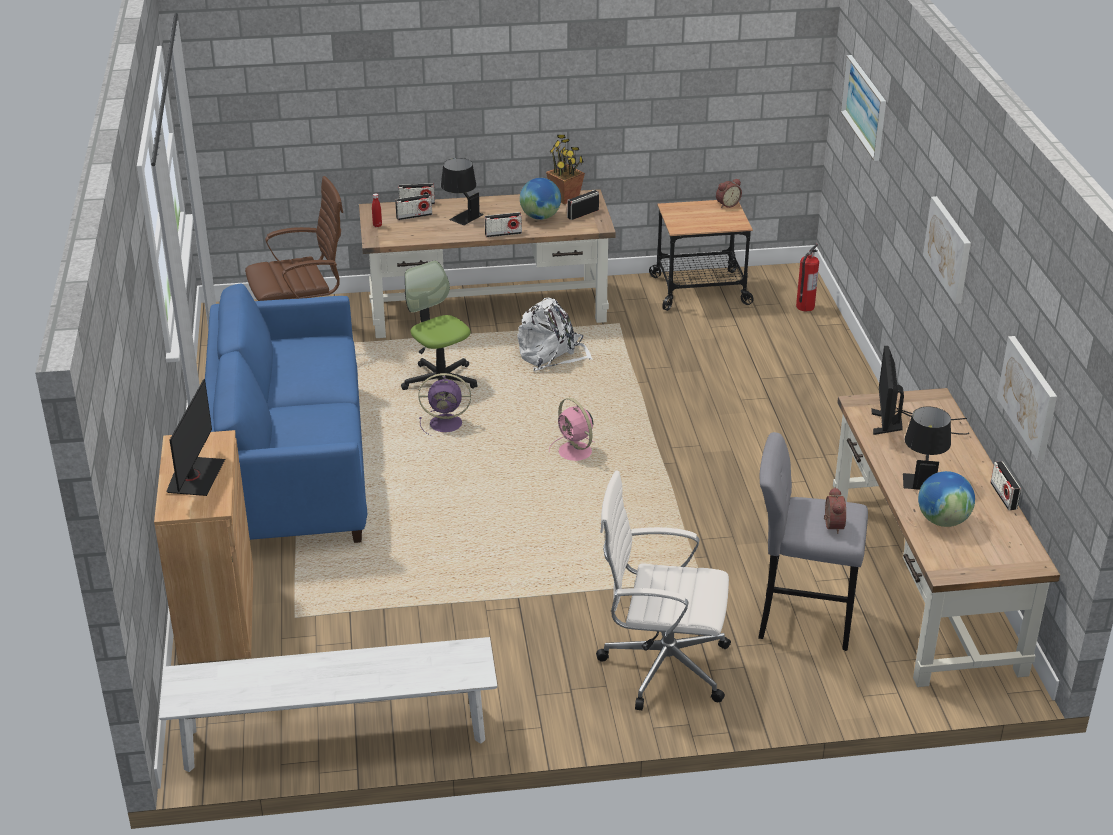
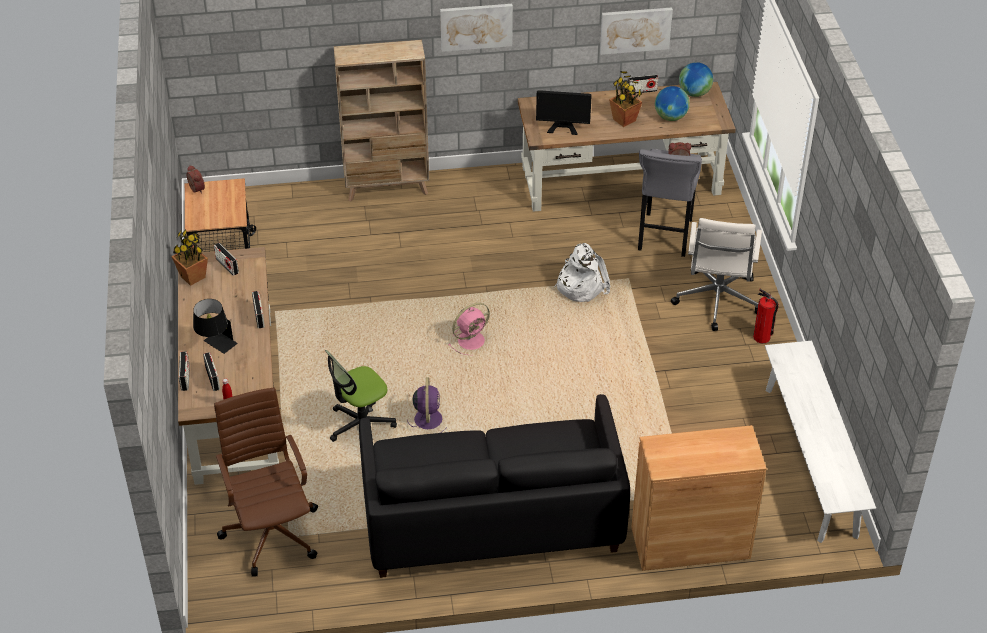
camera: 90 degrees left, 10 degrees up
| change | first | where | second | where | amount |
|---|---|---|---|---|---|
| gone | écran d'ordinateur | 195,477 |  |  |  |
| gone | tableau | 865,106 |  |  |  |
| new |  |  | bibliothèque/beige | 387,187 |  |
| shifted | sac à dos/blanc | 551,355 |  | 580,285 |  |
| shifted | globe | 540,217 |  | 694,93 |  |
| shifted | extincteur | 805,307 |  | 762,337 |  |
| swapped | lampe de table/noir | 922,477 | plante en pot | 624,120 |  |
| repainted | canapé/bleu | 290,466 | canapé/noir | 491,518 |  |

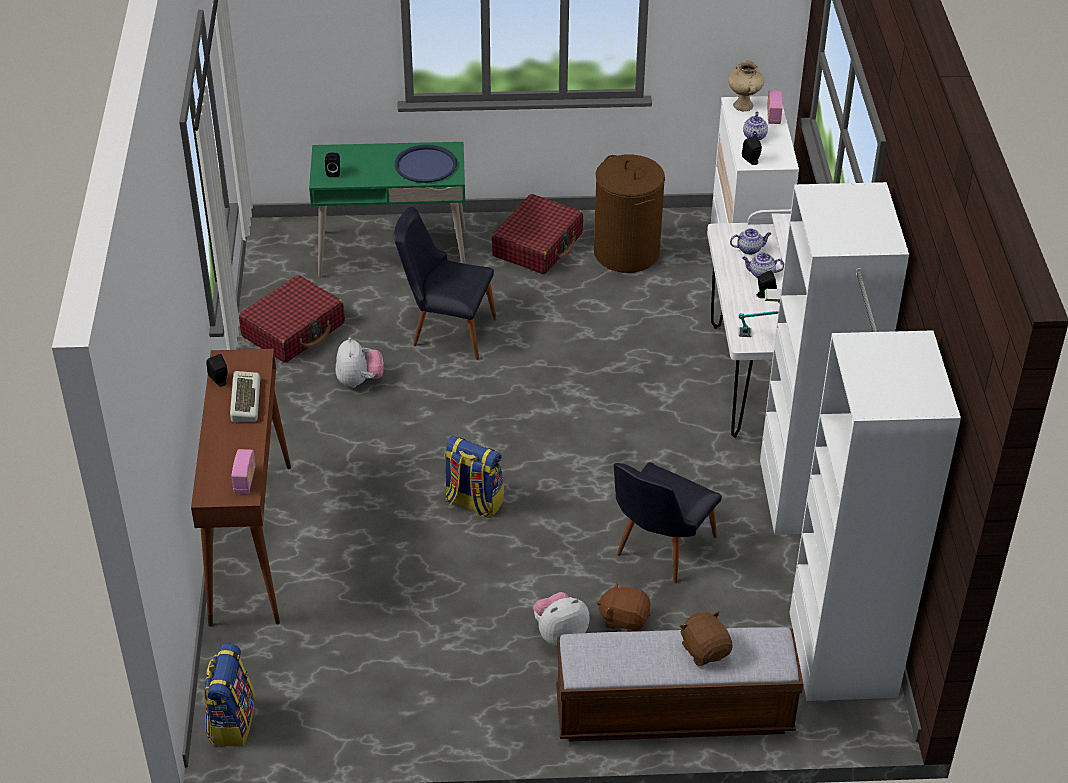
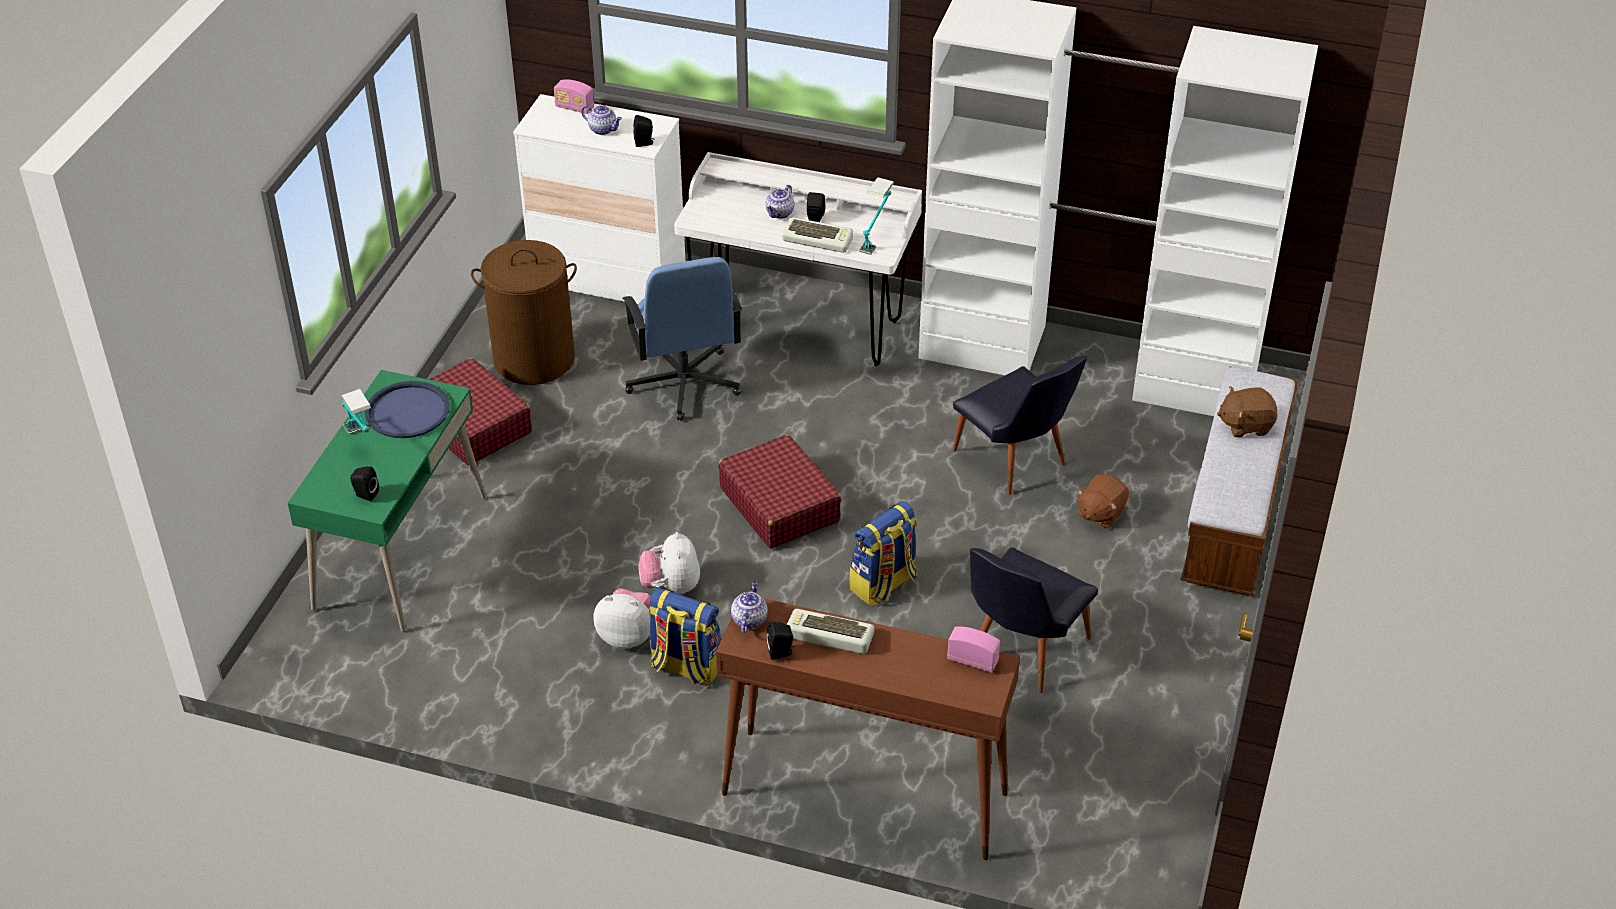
camera: 70 degrees left, 0 degrees up
| change | first | where | second | where | amount |
|---|---|---|---|---|---|
| gone | vase/beige | 744,106 |  |  |  |
| new |  |  | lampe de table | 361,442 |  |
| new |  |  | chaise de bureau/bleu | 683,384 |  |
| new |  |  | clavier | 818,239 |  |
| shifted | sac à dos | 231,721 |  | 685,667 |  |
| shifted | valise/rouge | 293,330 |  | 779,504 |  |
| shifted | chaise/noir | 446,330 |  | 1021,653 |  |
| shifted | peluche | 560,634 |  | 671,586 |  |
| shifted | théière | 749,249 |  | 749,619 |  |

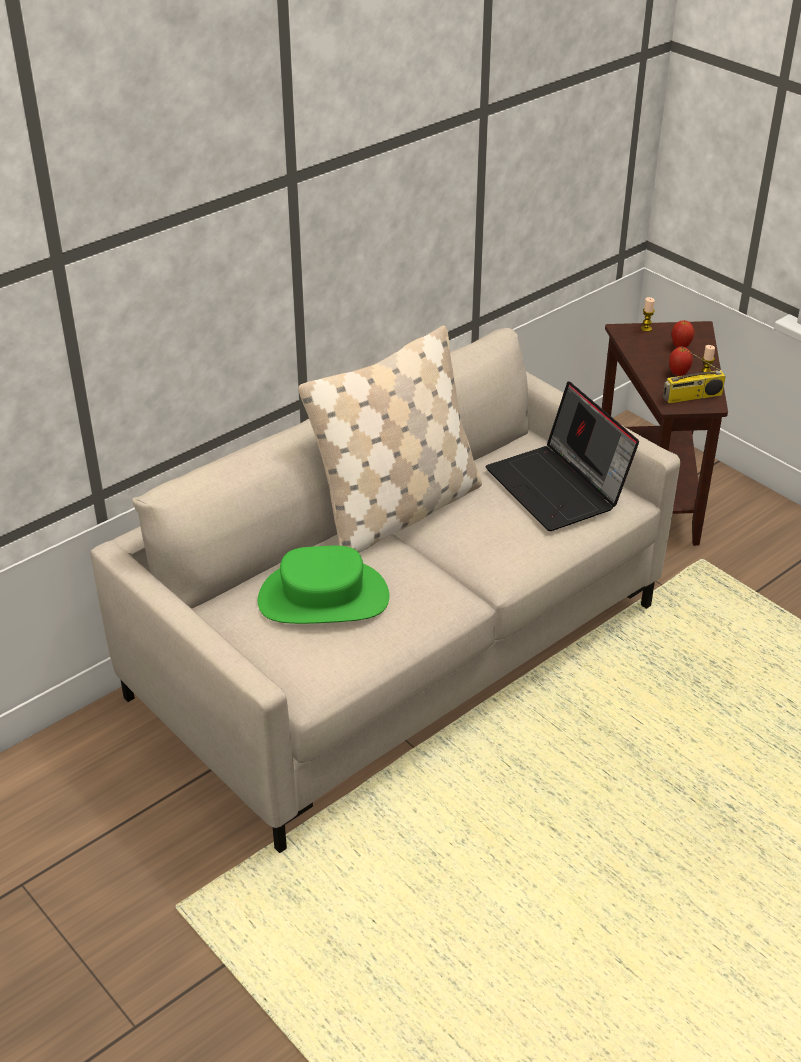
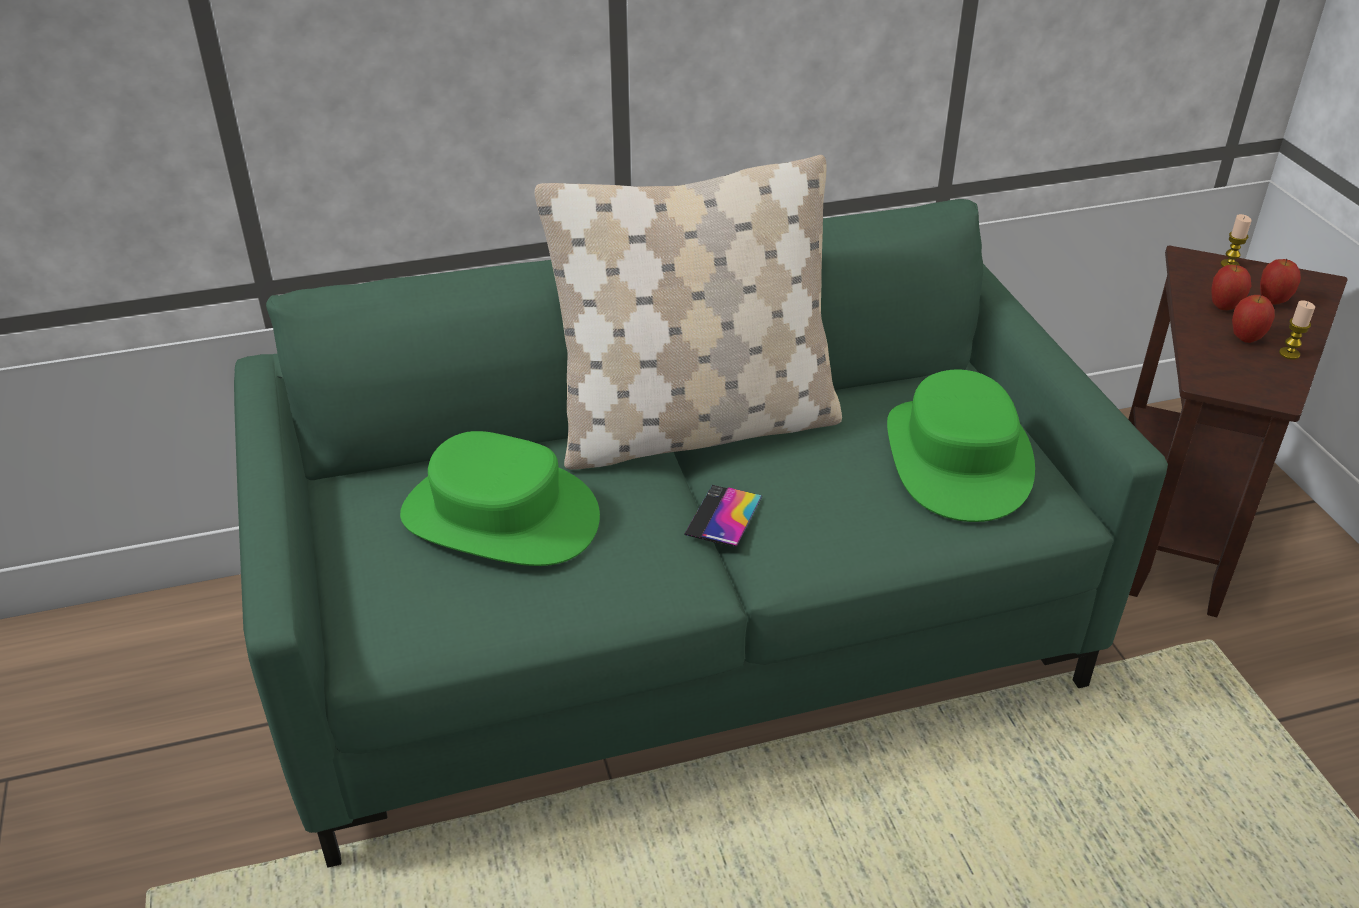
camera: 25 degrees right, 0 degrees up
| change | first | where | second | where | amount |
|---|---|---|---|---|---|
| gone | radio | 692,397 |  |  |  |
| new |  |  | téléphone | 723,516 |  |
| new |  |  | pomme | 1224,307 |  |
| swapped | ordinateur portable | 559,488 | chapeau/vert | 957,458 |  |
| repainted | canapé/beige | 400,651 | canapé/vert | 680,632 |  |

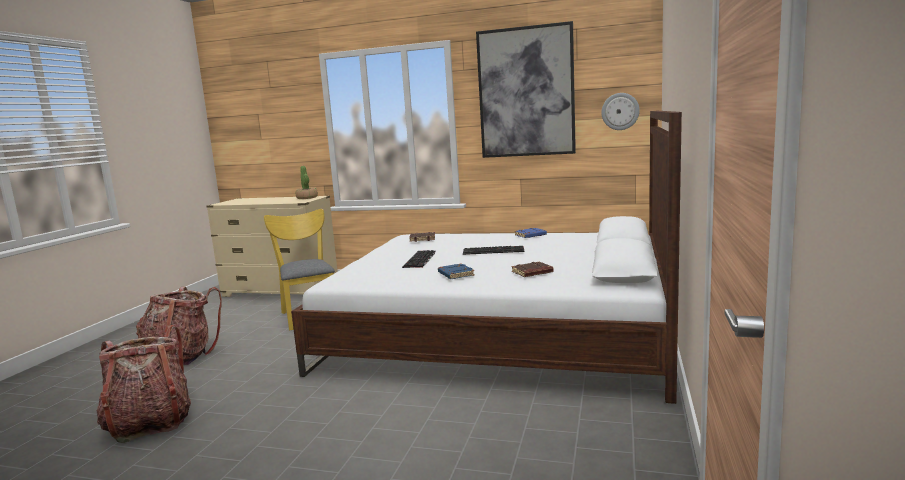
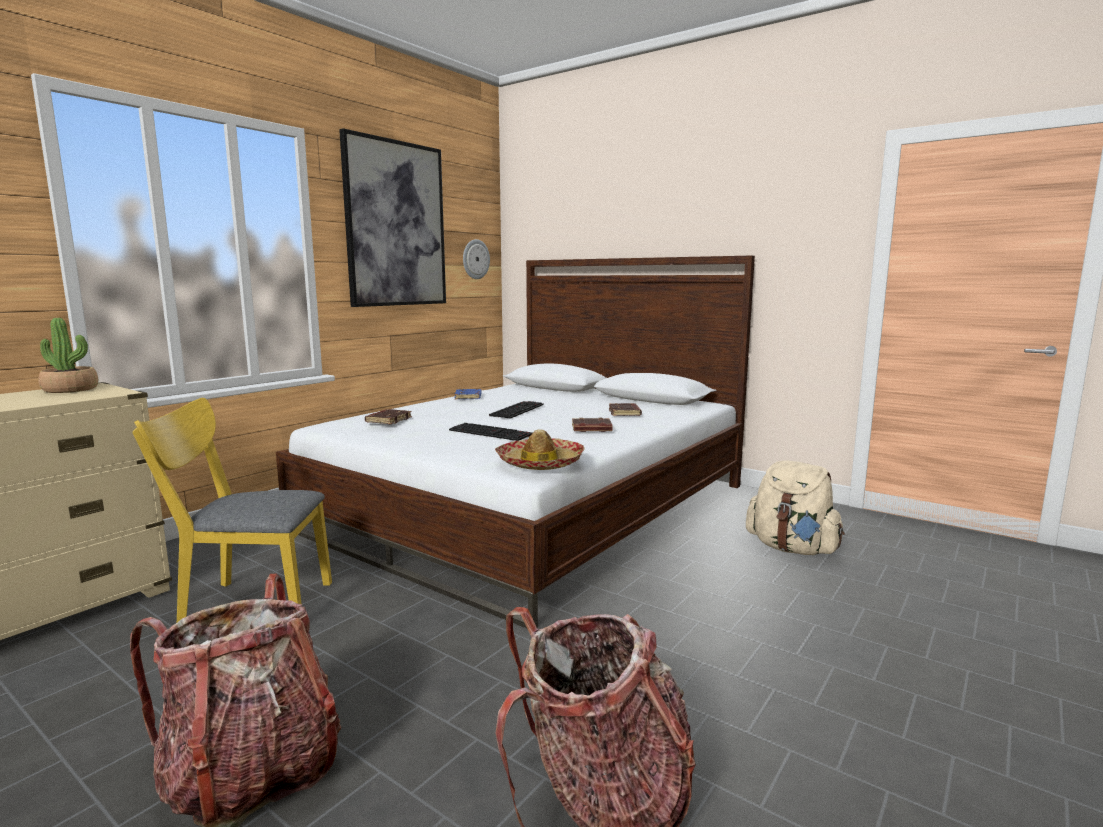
camera: 70 degrees left, 0 degrees up
| change | first | where | second | where | amount |
|---|---|---|---|---|---|
| new |  |  | chapeau | 540,463 |  |
| new |  |  | sac à dos/beige | 792,548 |  |
| repainted | livre/bleu | 455,274 | livre/marron | 591,429 |  |

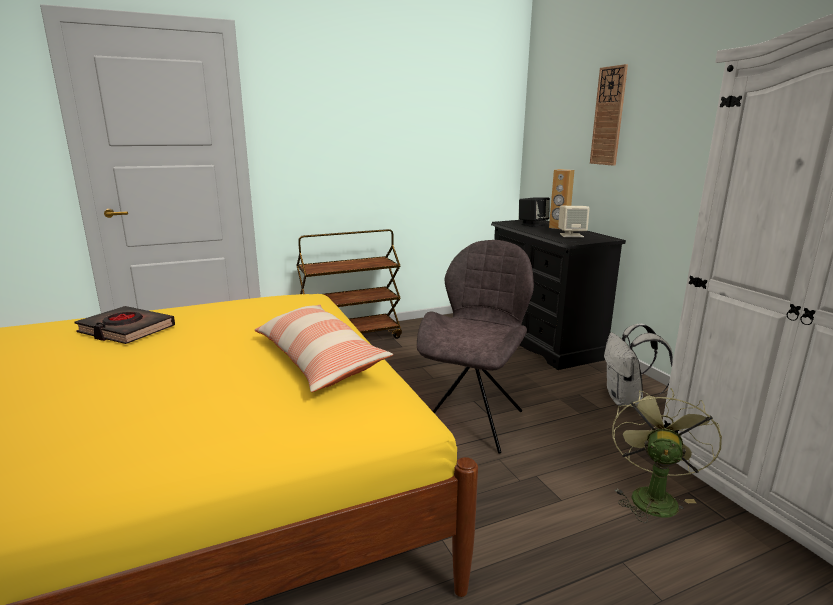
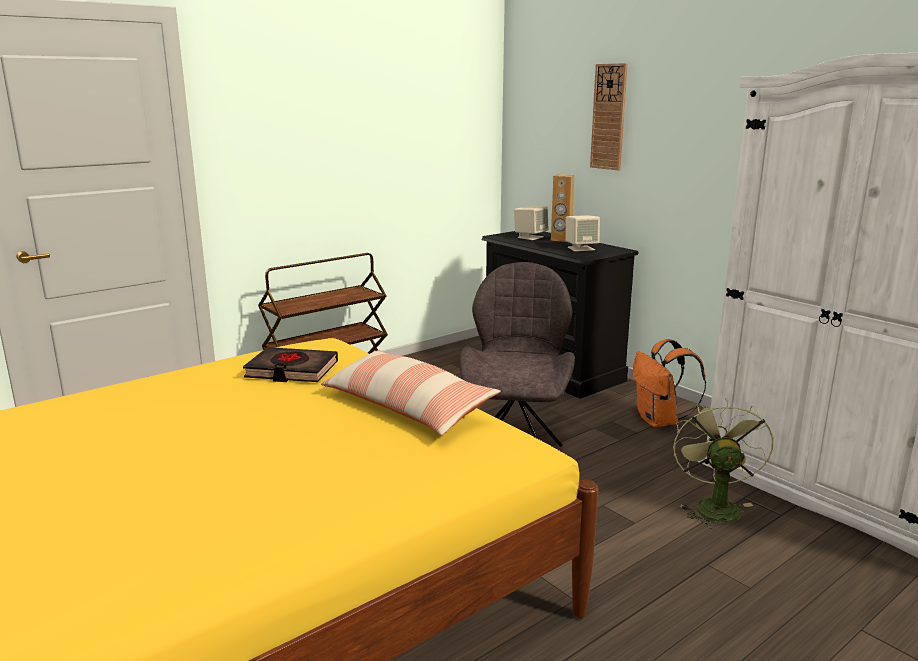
camera: 15 degrees left, 0 degrees up
| change | first | where | second | where | amount |
|---|---|---|---|---|---|
| shifted | livre/noir | 126,330 |  | 292,371 |  |
| repainted | enceinte/noir | 532,224 | enceinte/beige | 530,237 |  |
| repainted | sac à dos/blanc | 626,400 | sac à dos/orange | 660,421 |  |

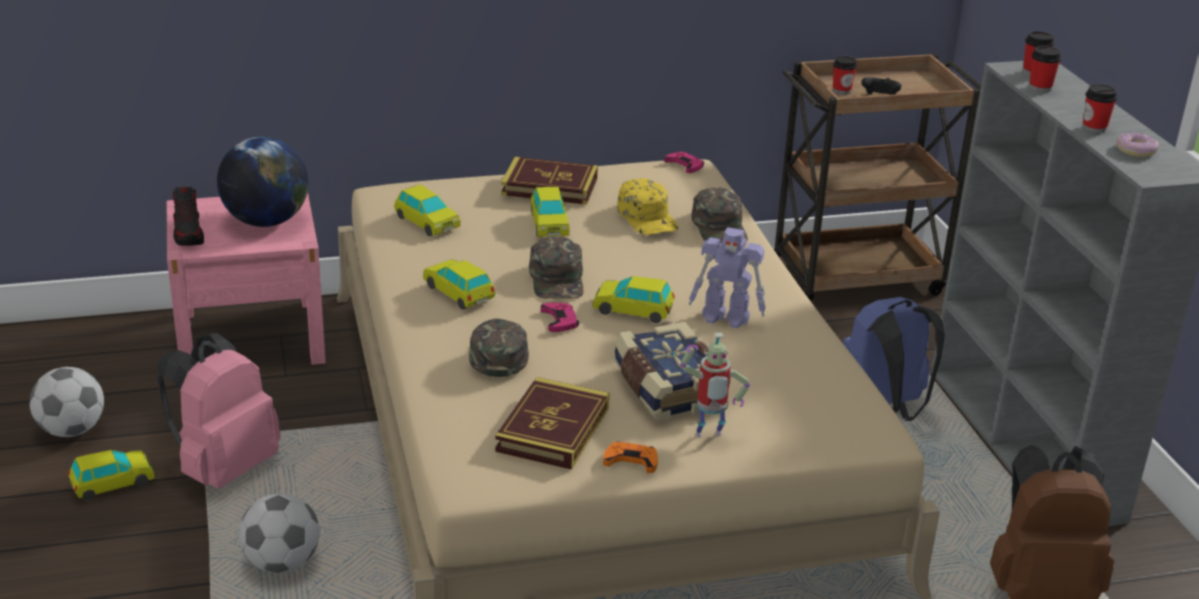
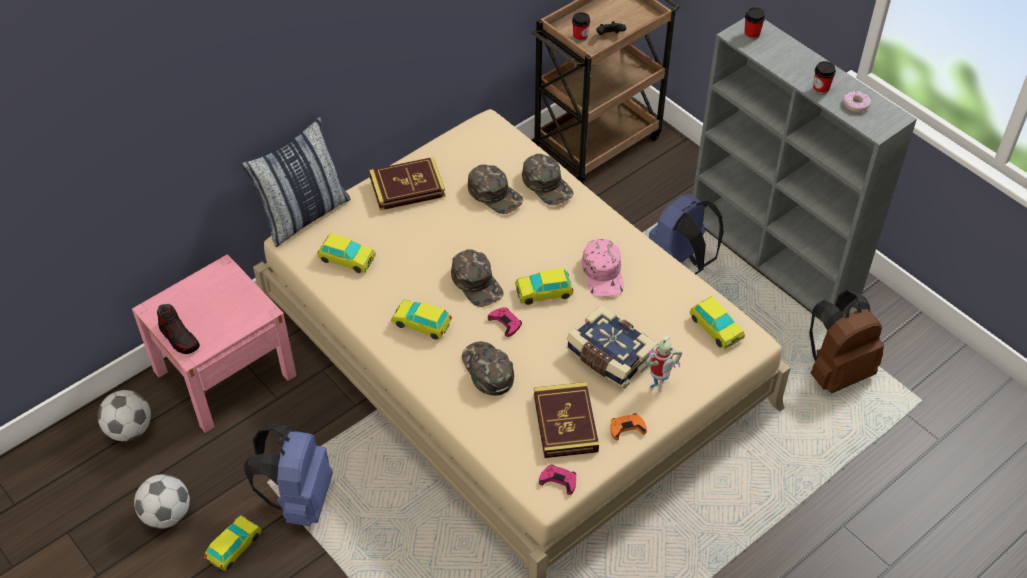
camera: 25 degrees left, 20 degrees up
| change | first | where | second | where | amount |
|---|---|---|---|---|---|
| gone | globe | 266,222 |  |  |  |
| gone | tasse | 1040,88 |  |  |  |
| new |  |  | coussin | 304,215 |  |
| shifted | ballon de foot | 282,563 |  | 130,429 |  |
| shifted | petite voiture | 549,225 |  | 716,328 |  |
| shifted | manette/rose | 685,165 |  | 558,480 |  |
| swapped | robot jouet | 726,318 | casquette/rose | 603,273 |  |
| repainted | sac à dos/rose | 224,468 | sac à dos/bleu | 299,500 |  |
| repainted | casquette/jaune | 648,217 | casquette/vert | 495,194 |  |

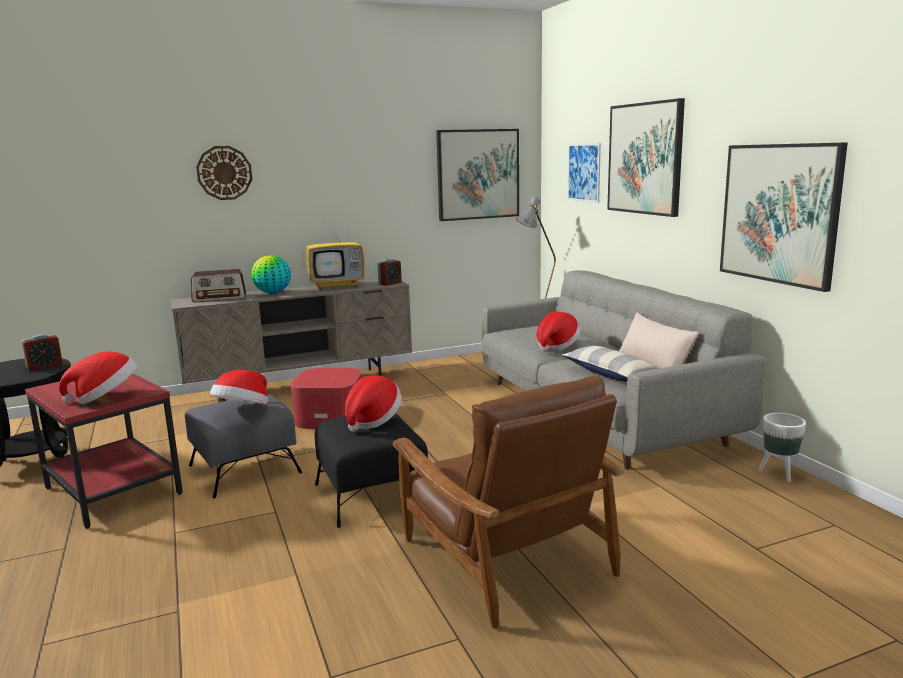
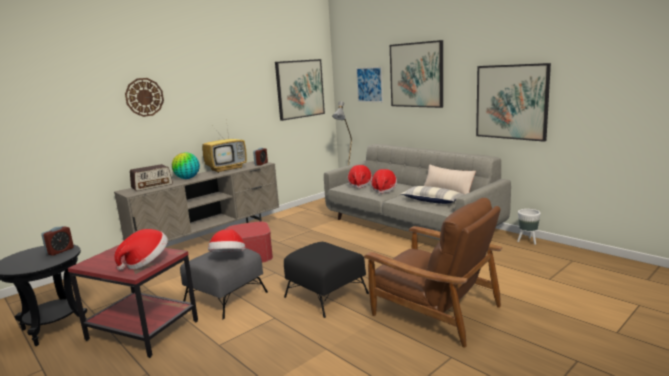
camera: 20 degrees left, 0 degrees up
| change | first | where | second | where | amount |
|---|---|---|---|---|---|
| shifted | chapeau | 372,420 |  | 360,185 |  |

